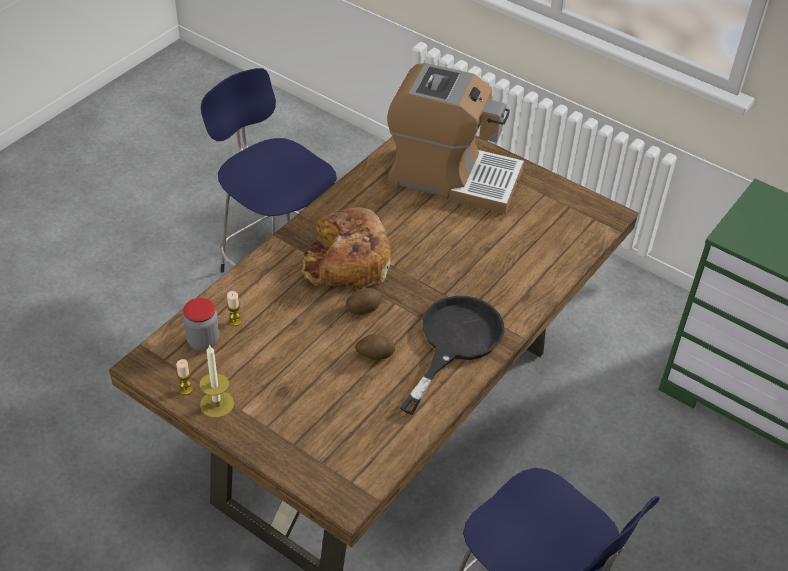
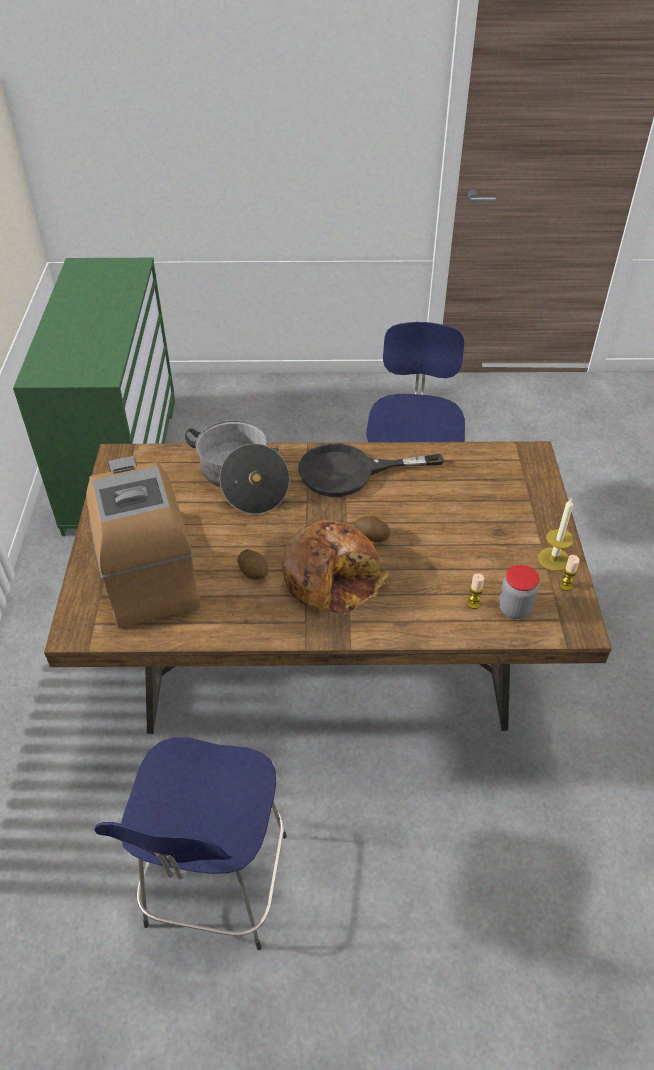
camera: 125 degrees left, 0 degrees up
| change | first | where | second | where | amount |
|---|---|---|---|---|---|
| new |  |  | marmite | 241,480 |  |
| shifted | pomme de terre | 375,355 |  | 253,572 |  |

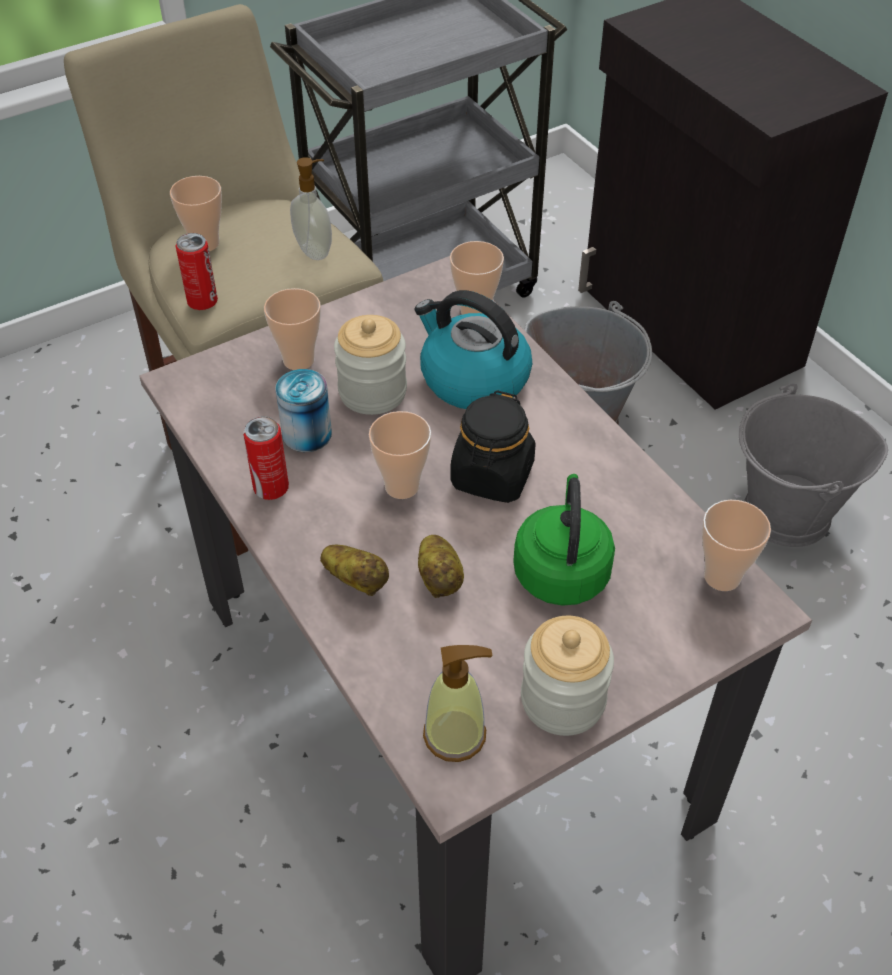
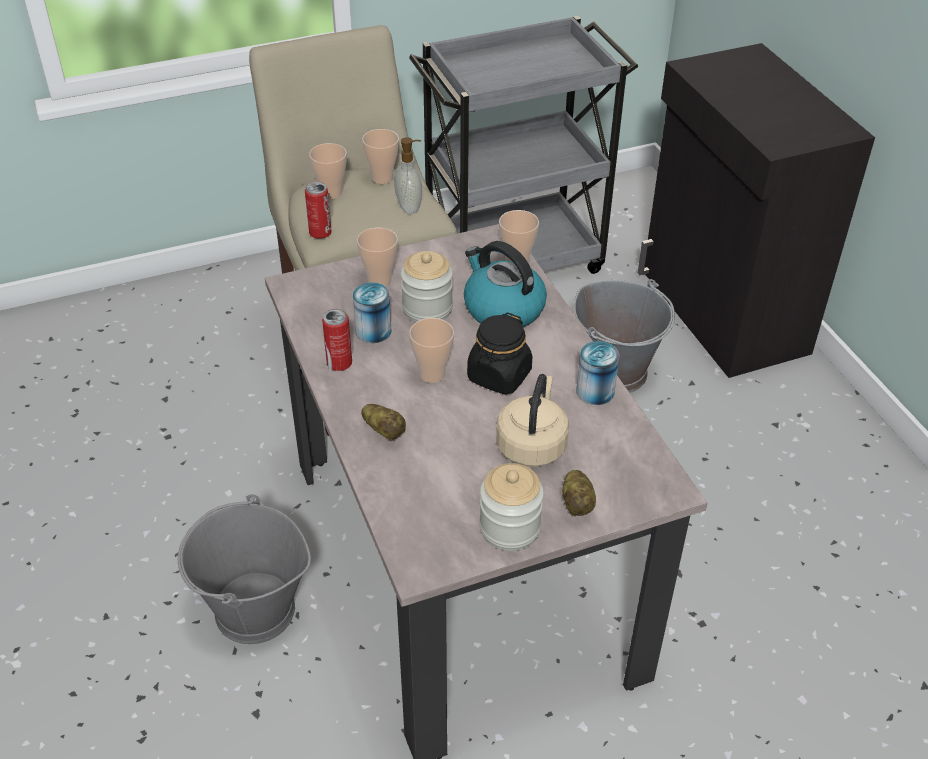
camera: 10 degrees right, 5 degrees down
| change | first | where | second | where | amount |
|---|---|---|---|---|---|
| gone | distributeur de savon | 455,735 |  |  |  |
| new |  |  | boîte métallique | 595,391 |  |
| shifted | pomme de terre | 440,578 |  | 578,503 |  |
| shifted | tasse | 722,576 |  | 382,178 |  |
| shifted | seau/gris | 786,514 |  | 254,611 |  |
| repainted | bouilloire/vert | 561,570 | bouilloire/beige | 532,444 |  |

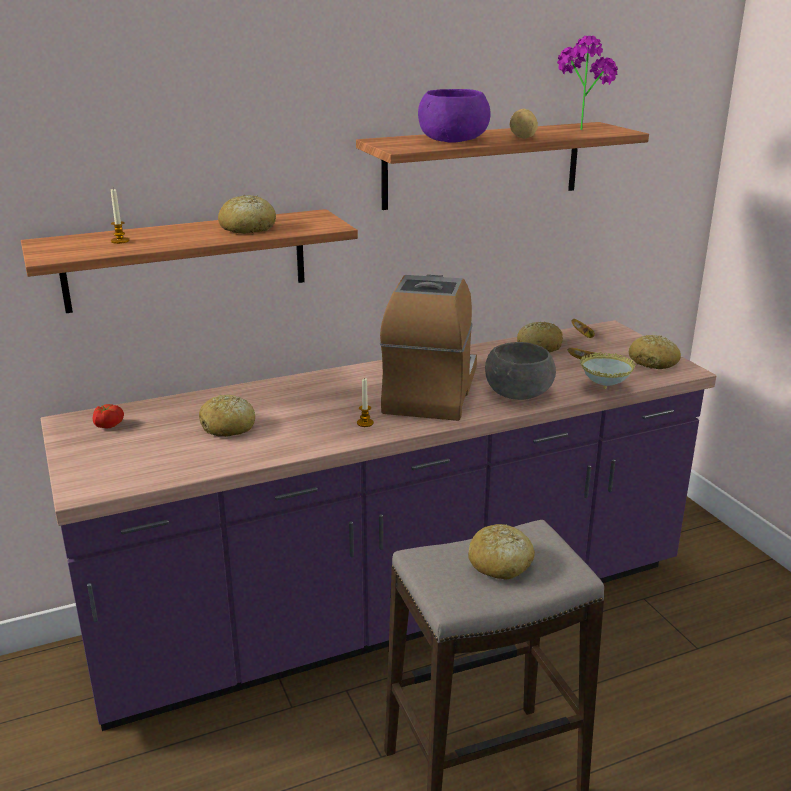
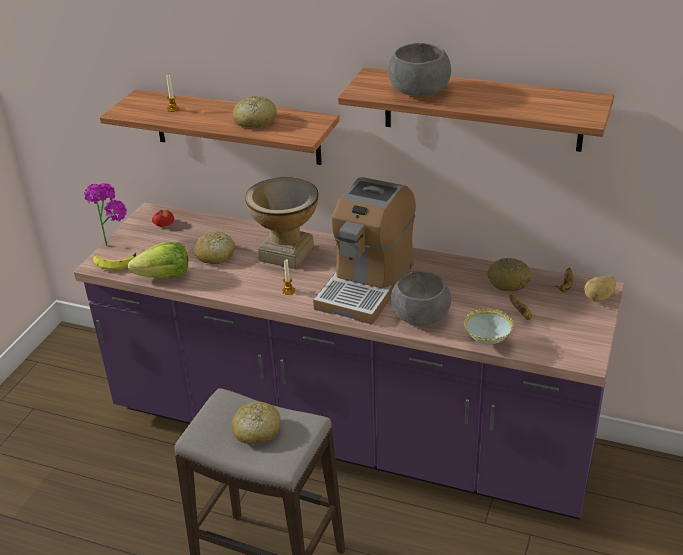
camera: 45 degrees right, 10 degrees up
| change | first | where | second | where | amount |
|---|---|---|---|---|---|
| gone | pain | 653,362 |  |  |  |
| new |  |  | banane | 115,263 |  |
| new |  |  | laitue | 164,276 |  |
| new |  |  | vase | 286,253 |  |
| shifted | pomme de terre | 524,138 |  | 599,297 |  |
| shifted | plante en pot | 580,128 |  | 114,242 |  |
| repainted | bol/violet | 452,140 | bol/gris | 418,91 |  |
| rotated | machine à café | 430,391 |  | 366,284 | 150 degrees clockwise |

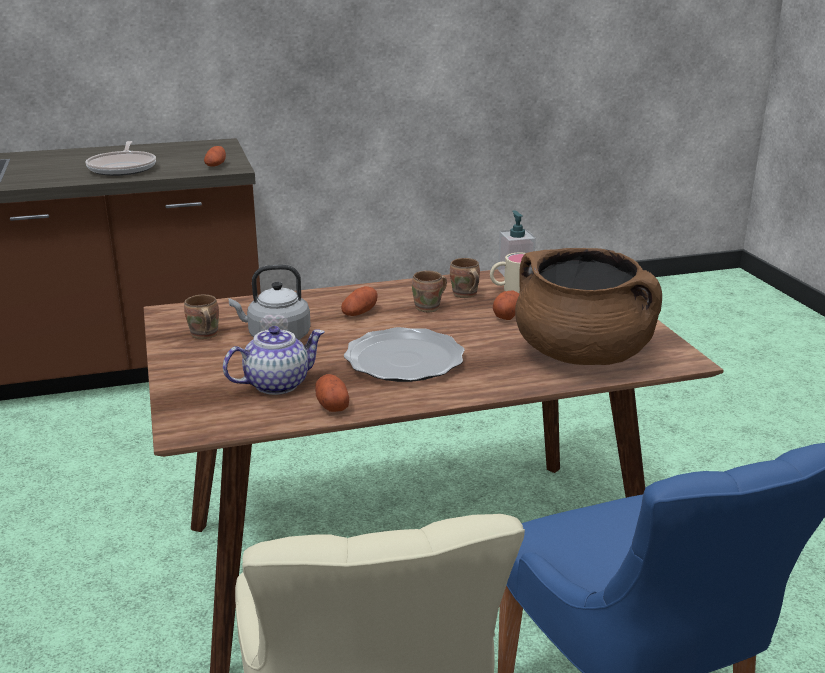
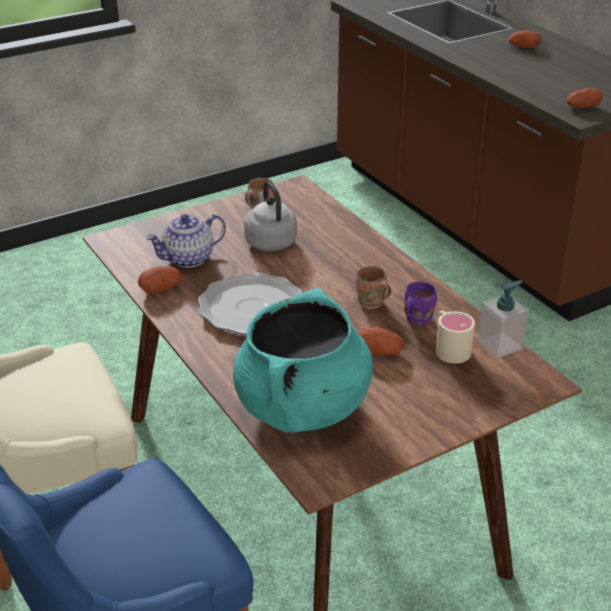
camera: 75 degrees right, 10 degrees up
| change | first | where | second | where | amount |
|---|---|---|---|---|---|
| gone | poêle | 123,168 |  |  |  |
| shifted | pomme de terre | 360,313 |  | 523,47 |  |
| repainted | mug/marron | 464,295 | mug/violet | 416,319 |  |
| repainted | marmite/marron | 582,355 | marmite/turquoise | 303,408 |  |
| rotated | théière | 277,384 |  | 188,259 | 105 degrees clockwise |

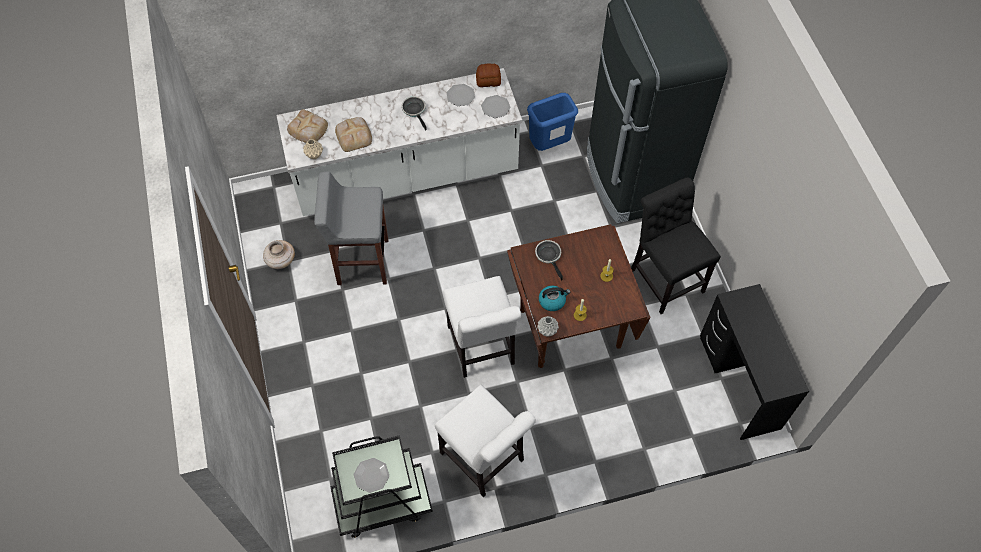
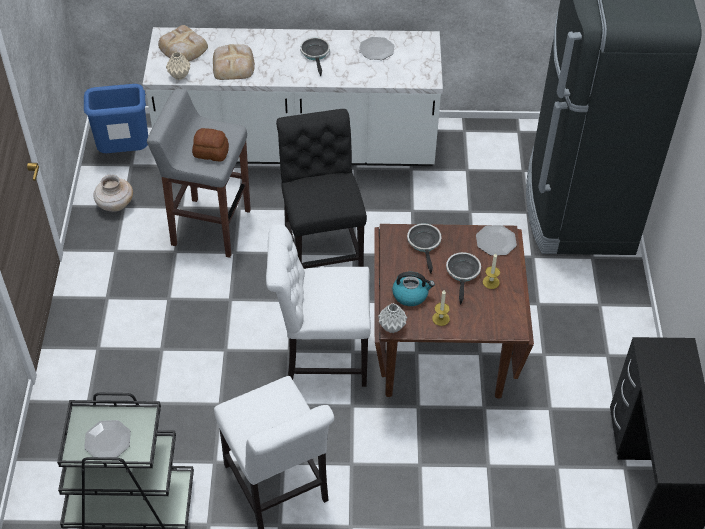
camera: 15 degrees right, 10 degrees down
| change | first | where | second | where | amount |
|---|---|---|---|---|---|
| new |  |  | poêle | 463,273 |  |
| shifted | pain | 488,80 |  | 210,152 |  |
| shifted | assiette | 495,107 |  | 496,241 |  |
| shifted | poubelle/bleu | 549,144 |  | 125,152 |  |
| shifted | chaise/noir | 664,278 |  | 322,250 |  |
| rotated | chaise/blanc | 482,349 |  | 321,357 | 90 degrees clockwise |

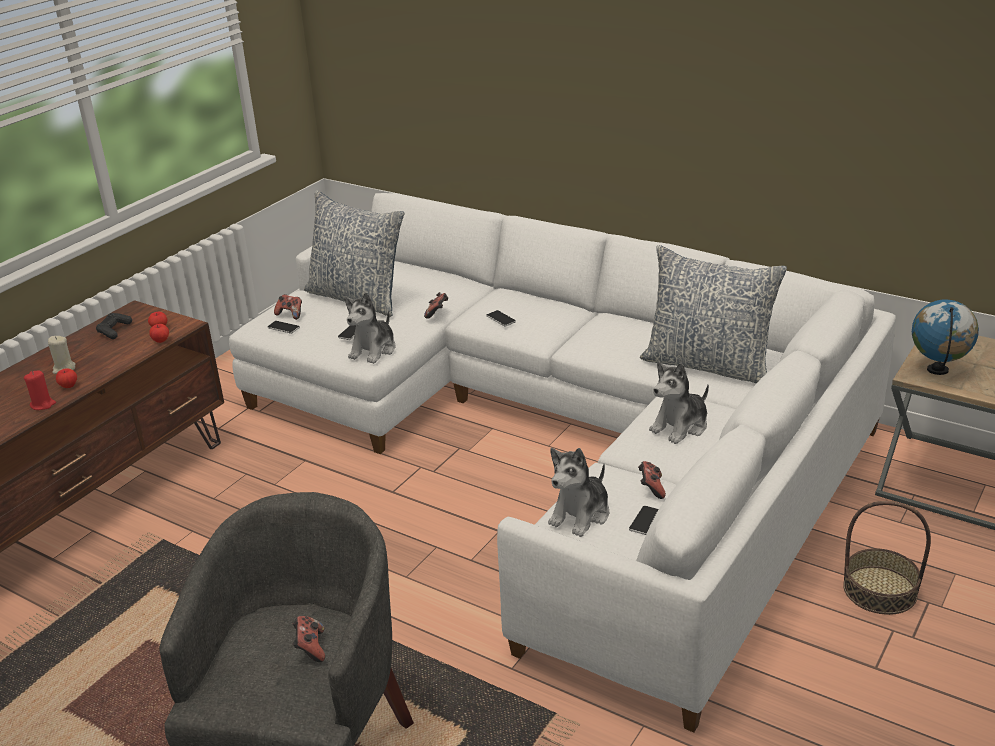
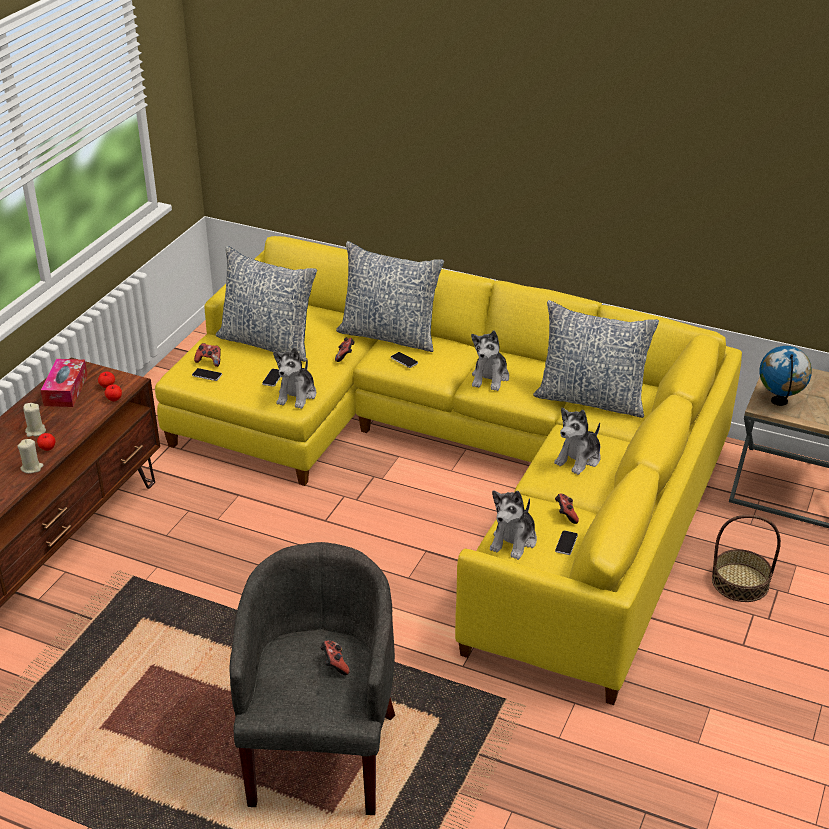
camera: 10 degrees left, 5 degrees up
| change | first | where | second | where | amount |
|---|---|---|---|---|---|
| new |  |  | coussin | 389,335 |  |
| new |  |  | peluche | 490,378 |  |
| swapped | manette/noir | 114,330 | boîte à mouchoirs | 66,390 |  |
| repainted | bougie/rouge | 43,404 | bougie/beige | 32,468 |  |
| repainted | canapé/blanc | 564,439 | canapé/jaune | 464,464 |  |

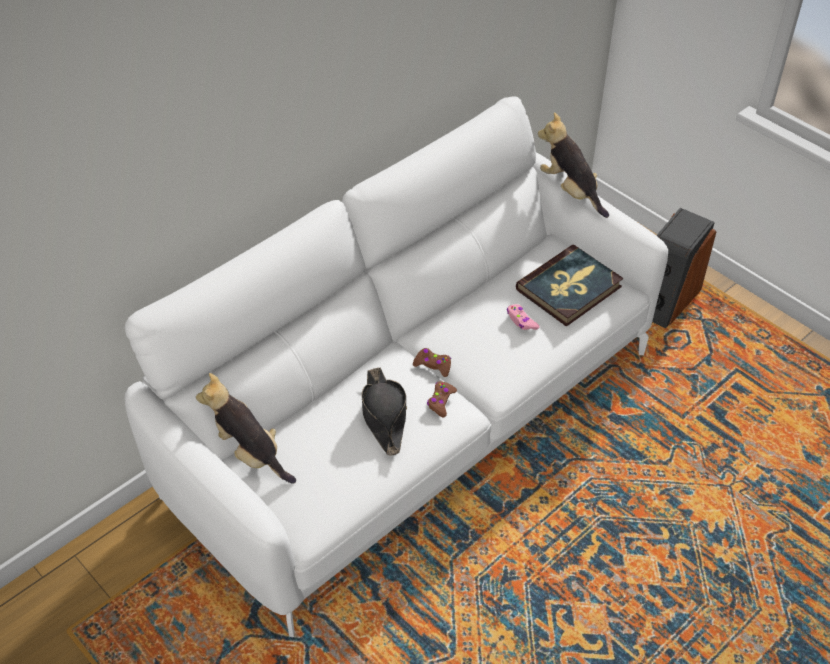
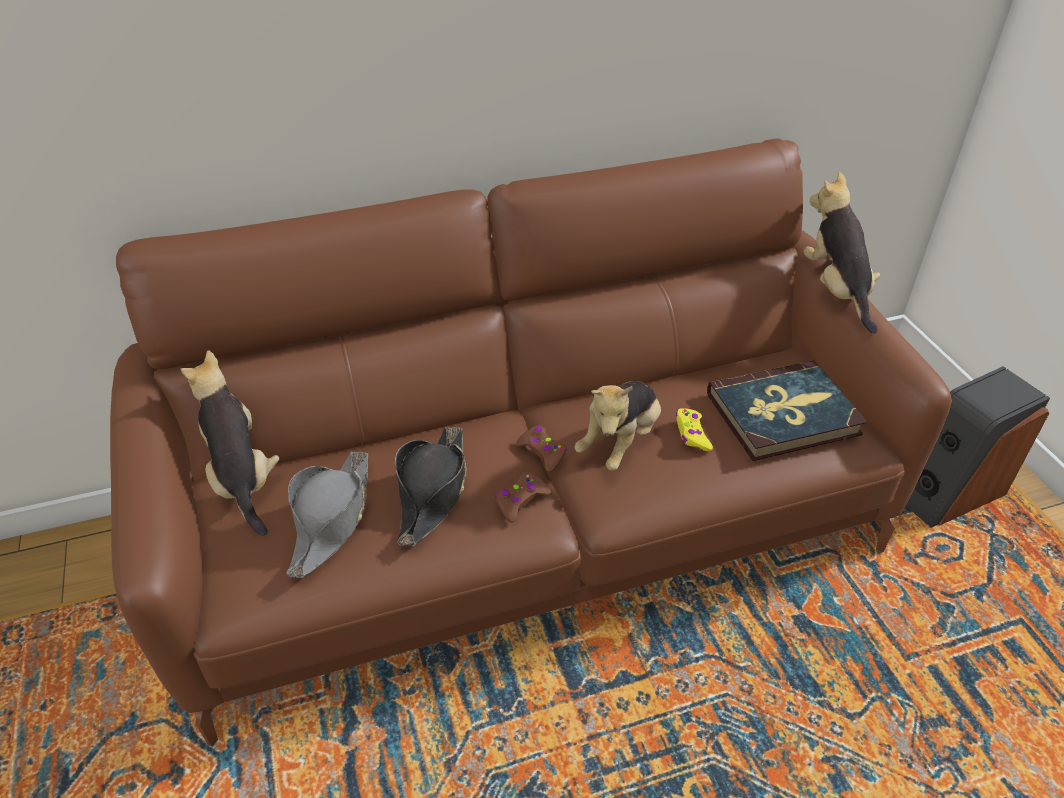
camera: 25 degrees right, 5 degrees down
| change | first | where | second | where | amount |
|---|---|---|---|---|---|
| new |  |  | chapeau/gris | 331,519 |  |
| new |  |  | peluche | 620,442 |  |
| repainted | canapé/blanc | 415,421 | canapé/marron | 533,530 |  |
| repainted | manette/rose | 521,321 | manette/jaune | 692,434 |  |

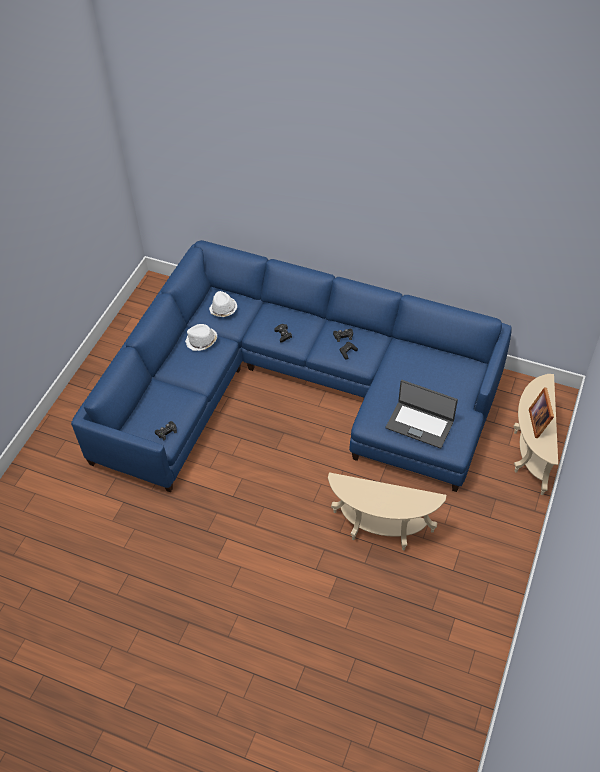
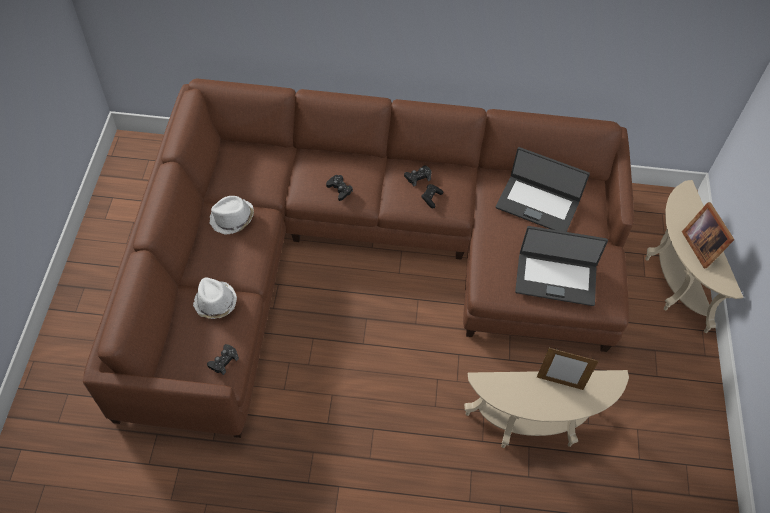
camera: 20 degrees left, 5 degrees up
| change | first | where | second | where | amount |
|---|---|---|---|---|---|
| new |  |  | ordinateur portable | 537,204 |  |
| new |  |  | cadre photo | 559,383 |  |
| shifted | chapeau/blanc | 223,309 |  | 215,303 |  |
| repainted | canapé/bleu | 295,387 | canapé/marron | 362,253 |  |

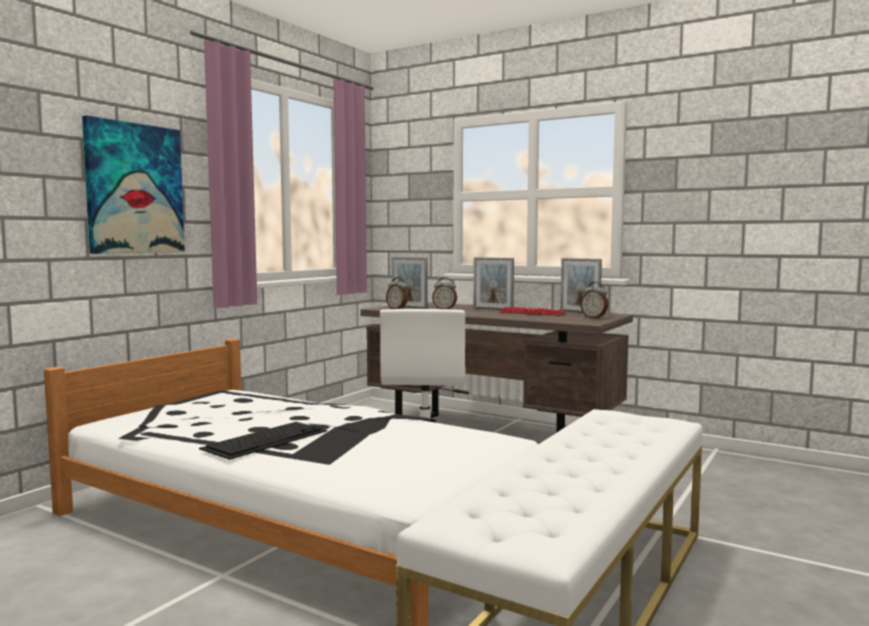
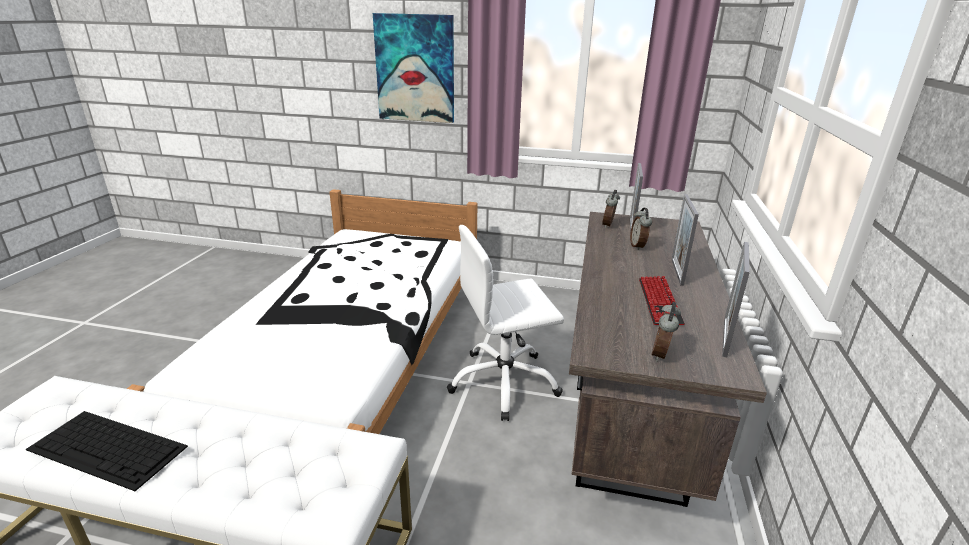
camera: 70 degrees right, 20 degrees up
| change | first | where | second | where | amount |
|---|---|---|---|---|---|
| shifted | clavier | 266,439 |  | 109,448 |  |

